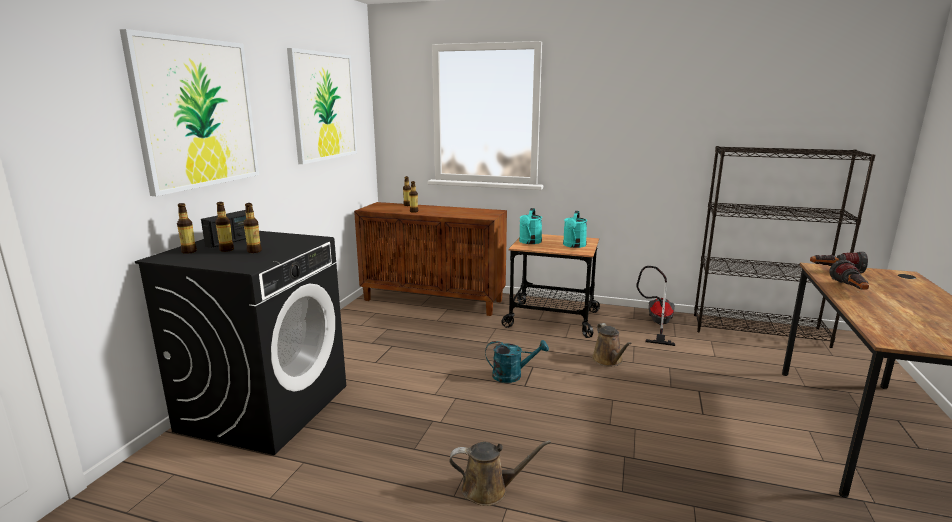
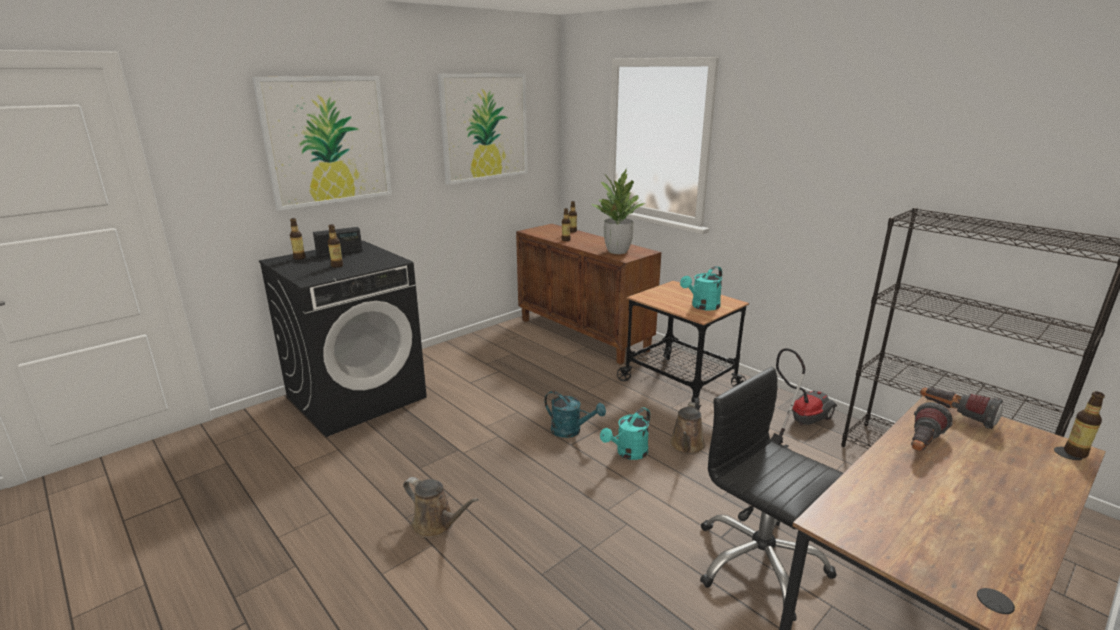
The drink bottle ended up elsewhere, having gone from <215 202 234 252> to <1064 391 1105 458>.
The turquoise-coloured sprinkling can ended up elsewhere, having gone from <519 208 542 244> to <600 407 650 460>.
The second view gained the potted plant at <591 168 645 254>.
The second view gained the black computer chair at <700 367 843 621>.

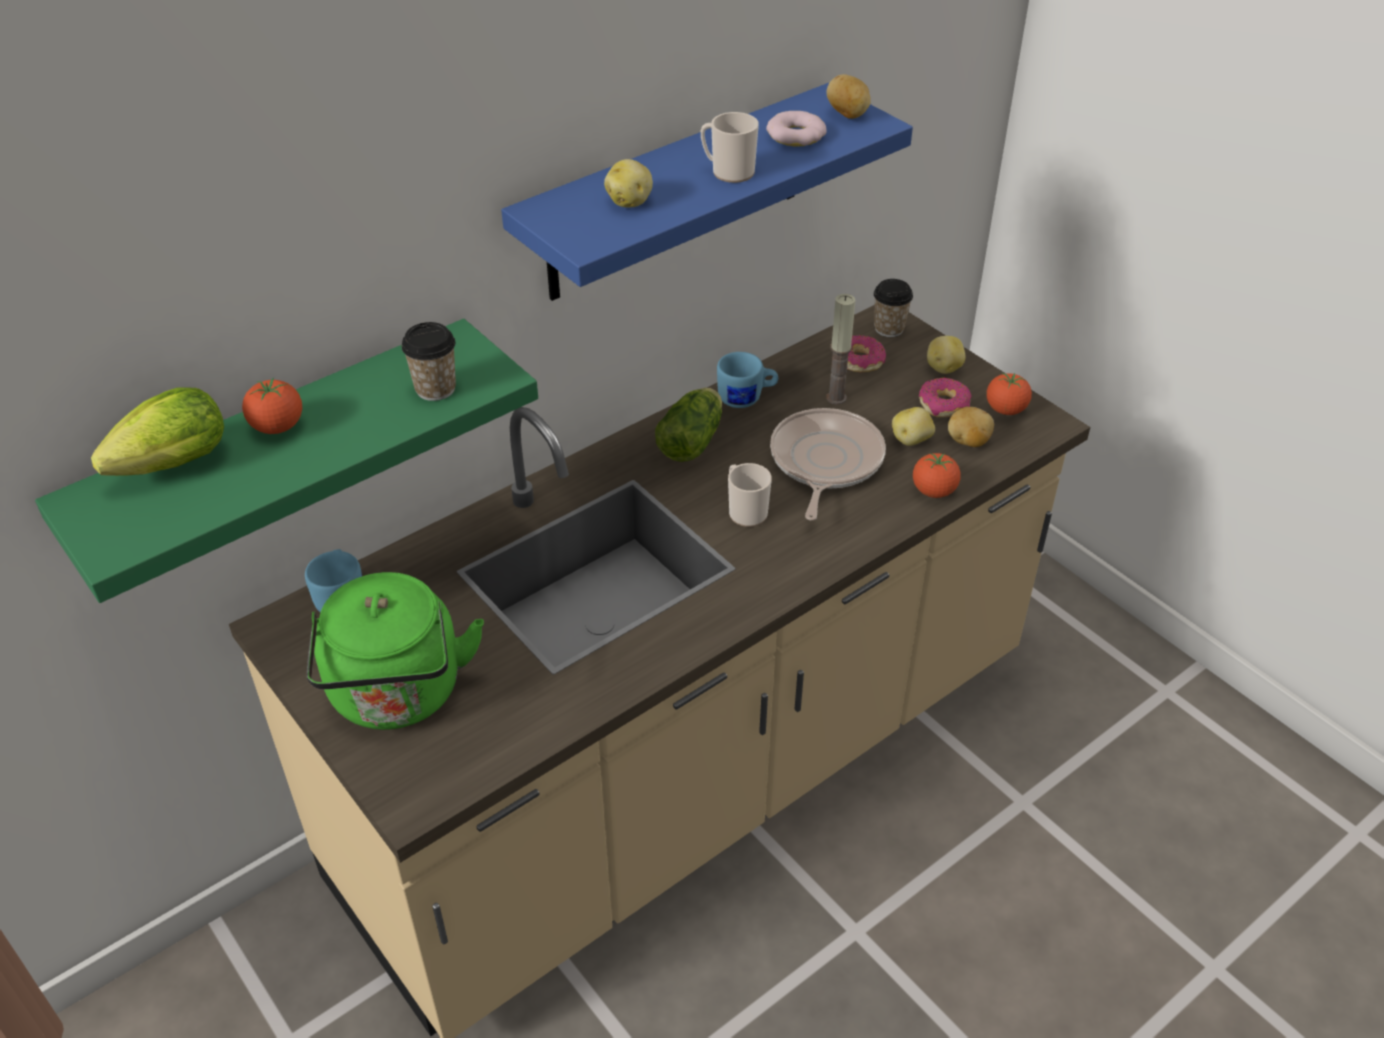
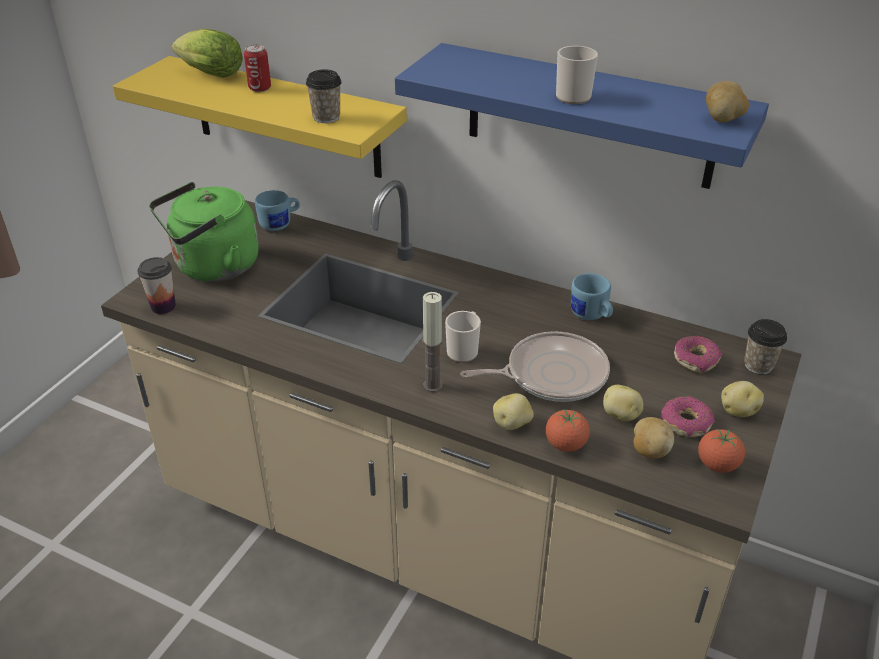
What was the green-coloured wall shelf at <35 319 538 603> turned into the yellow wall shelf at <113 56 407 178>.
Where the tomato stood at <242 378 302 434>, the sealed can came to stand at <244 44 271 92>.
The spud ended up elsewhere, having gone from <604 159 653 208> to <493 393 534 430>.
The second view lost the lettuce at <655 388 722 462>.
The second view lost the donut at <766 111 827 146>.
The wax candle ended up elsewhere, having gone from <826 294 856 405> to <422 292 443 392>.
The second view gained the cup at <137 257 176 314>.

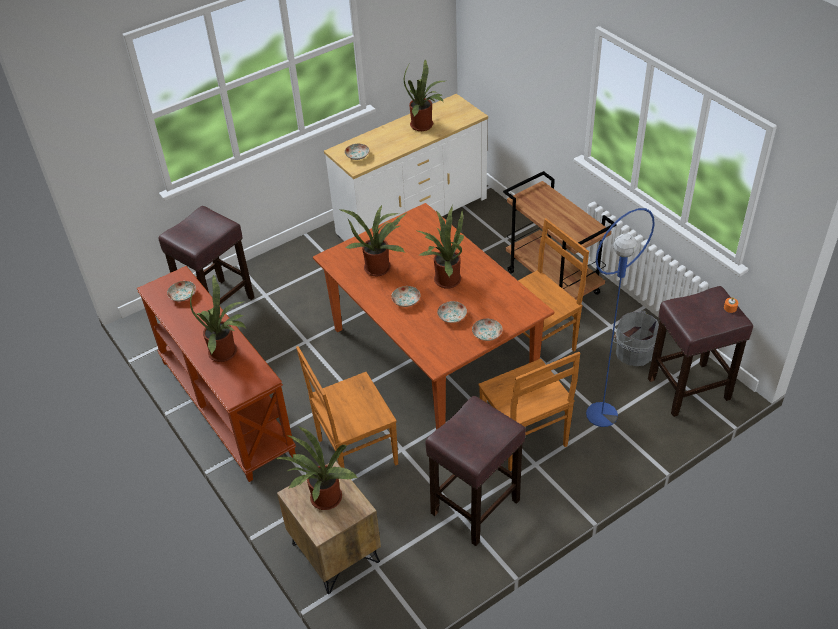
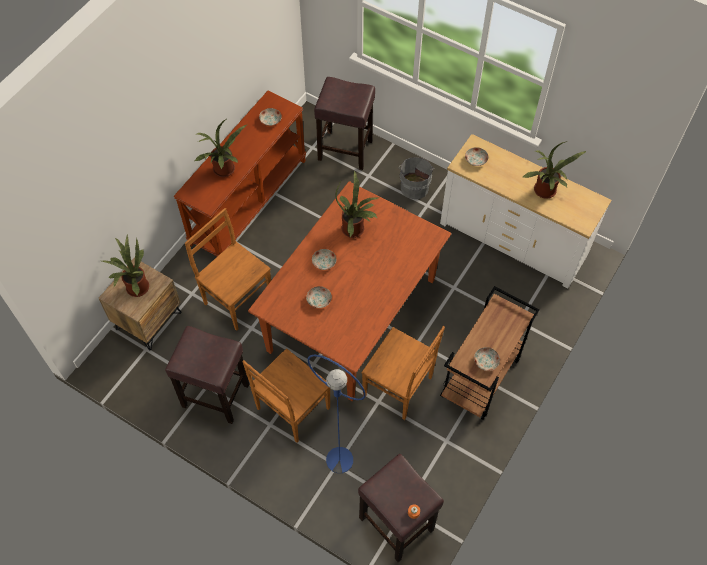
The second view lost the potted plant at <418 206 464 289>.
The plate ended up elsewhere, having gone from <472 319 503 341> to <474 347 500 371>.
The gray bucket ended up elsewhere, having gone from <613 311 659 366> to <399 157 434 199>.

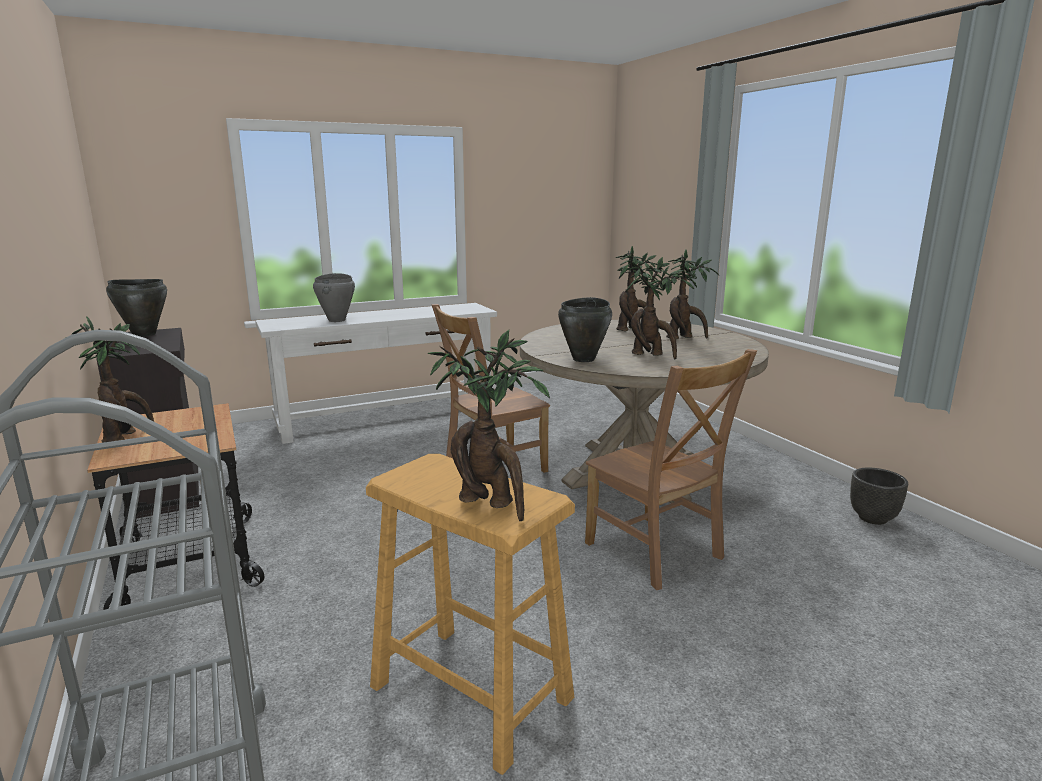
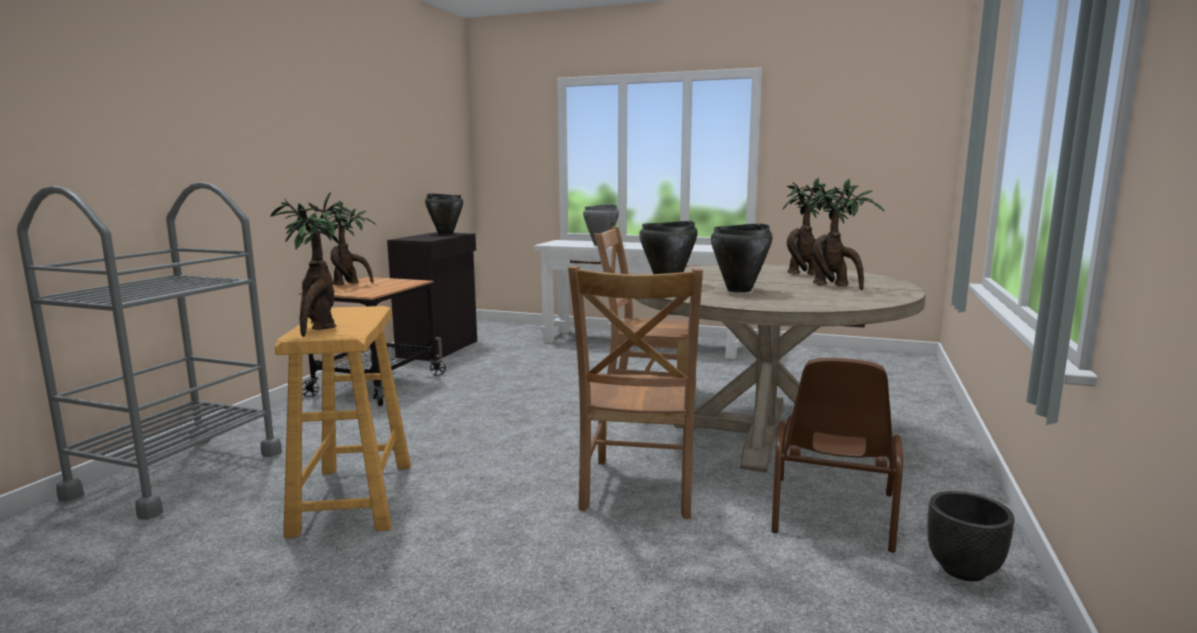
Where the potted plant stood at <626 257 694 359>, the black saucepot came to stand at <711 223 772 293>.
The second view gained the brown plain chair at <771 358 903 553>.

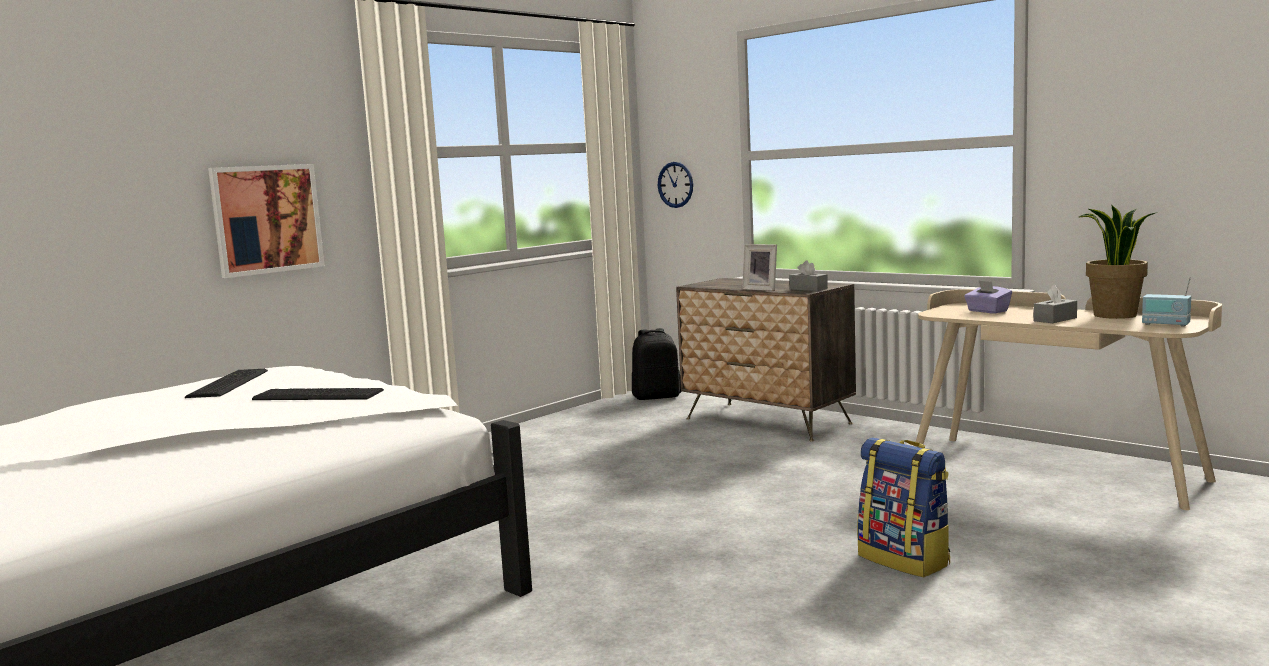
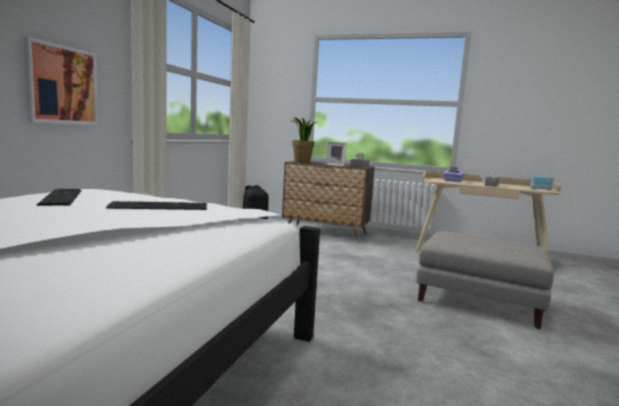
The second view lost the wall clock at <658 162 693 208>.
Where the rucksack stood at <857 437 950 577>, the gray ottoman came to stand at <416 231 554 329>.
The potted plant ended up elsewhere, having gone from <1079 204 1155 319> to <292 117 316 163>.

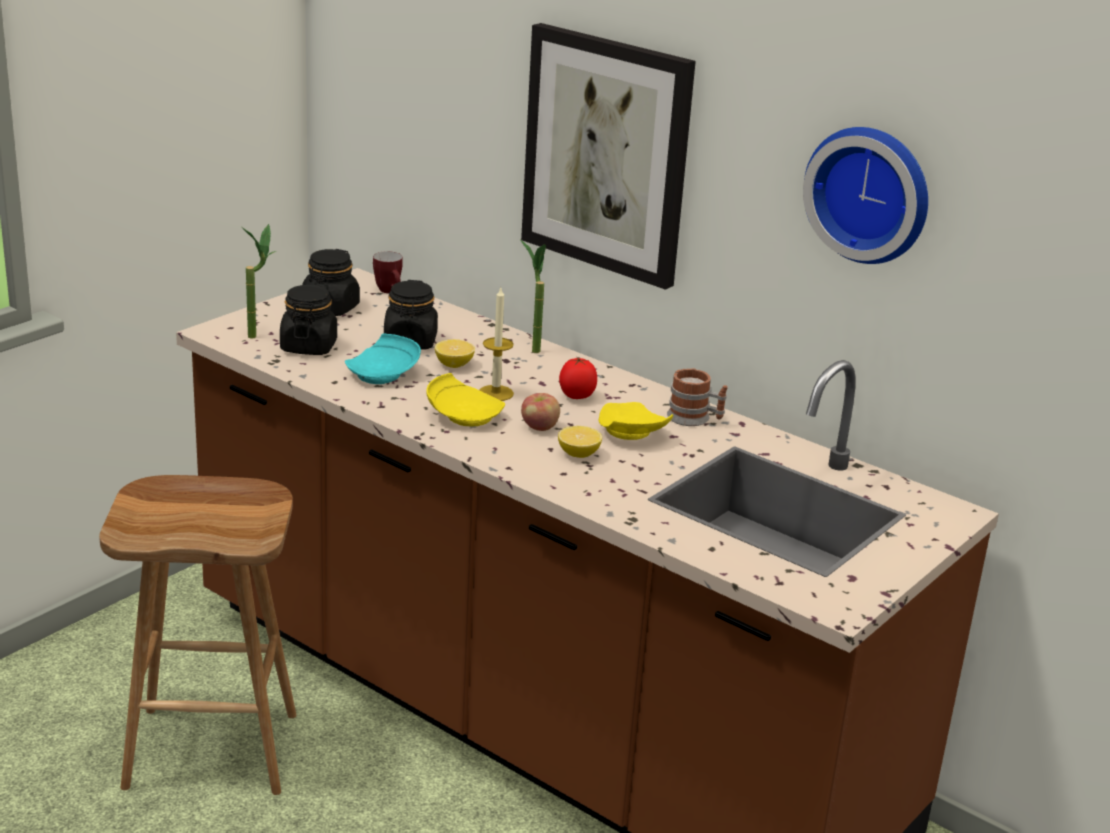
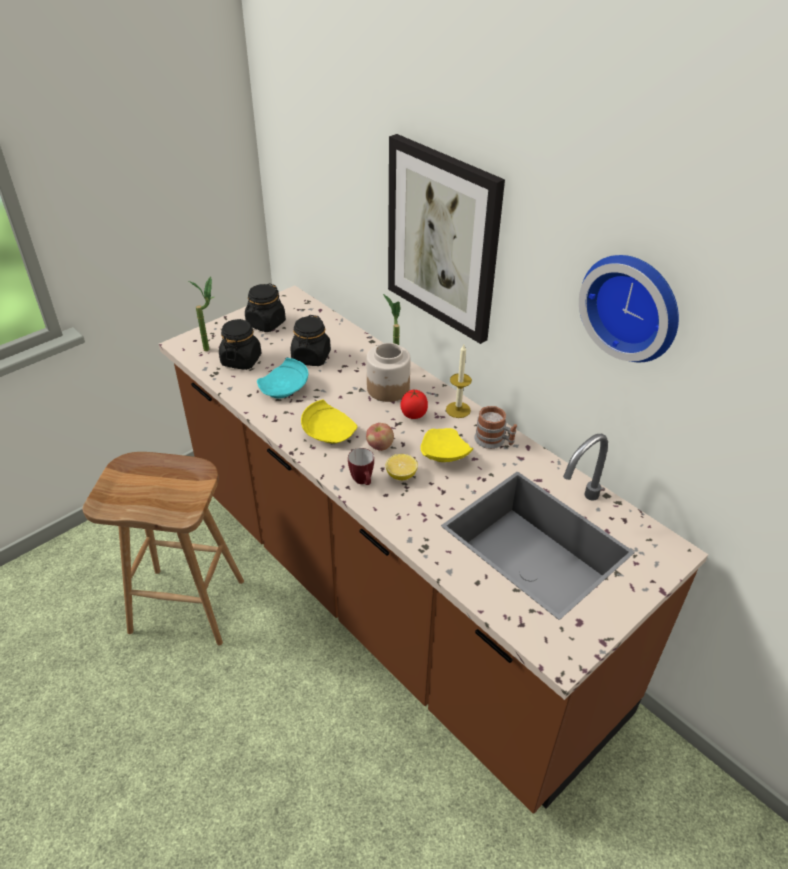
The coffee mug ended up elsewhere, having gone from <373 251 403 293> to <348 448 374 485>.
The second view lost the citrus fruit at <435 339 475 368>.
The wax candle ended up elsewhere, having gone from <479 288 514 401> to <446 345 472 418>.
The second view gained the preserve jar at <366 343 411 402>.

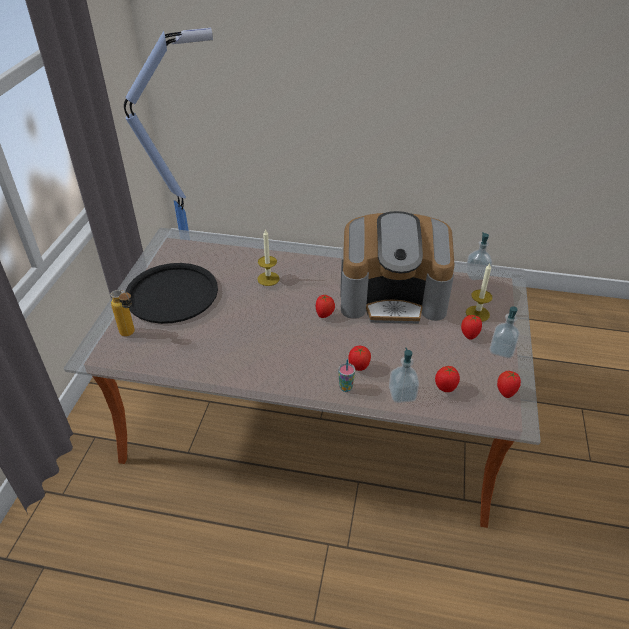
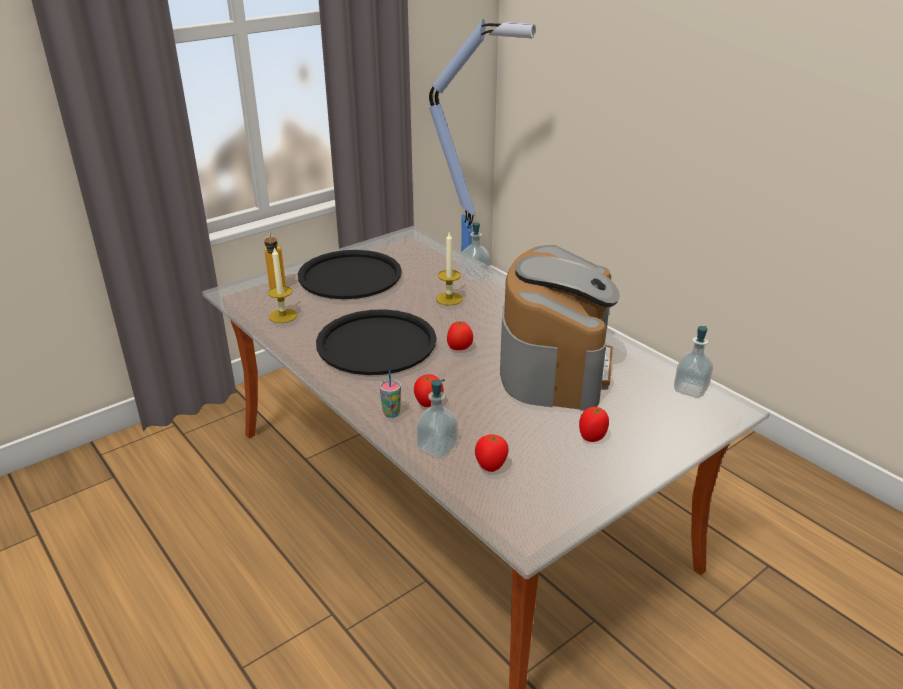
The coffee machine at <340 211 454 324> ended up facing another way, 120 degrees counterclockwise from before.
The wax candle ended up elsewhere, having gone from <466 263 492 322> to <268 247 297 323>.
The soap bottle ended up elsewhere, having gone from <489 306 520 358> to <461 222 490 281>.
The second view lost the tomato at <497 371 521 398>.
The second view gained the black tray at <316 309 436 375>.

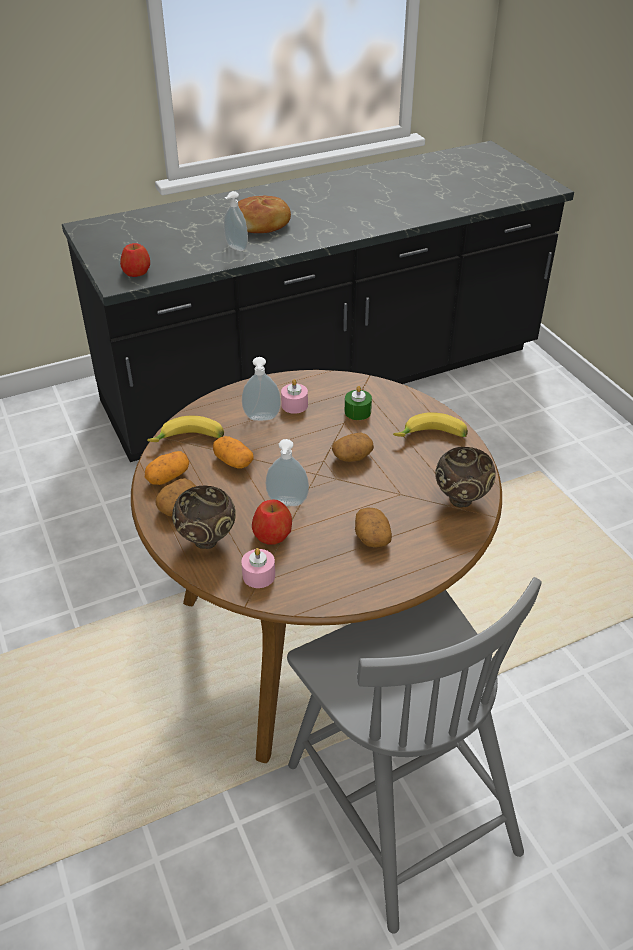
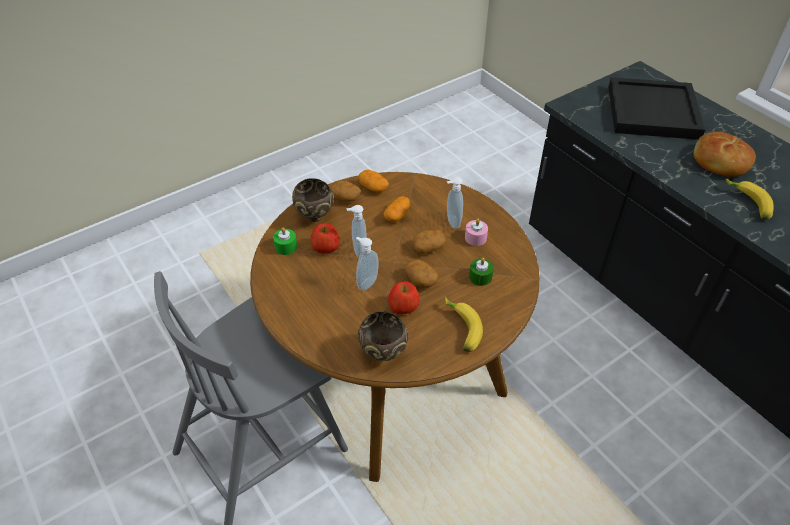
The apple ended up elsewhere, having gone from <120 243 150 277> to <388 281 420 314>.
The banana fruit ended up elsewhere, having gone from <147 416 224 442> to <726 178 774 220>.
The soap bottle ended up elsewhere, having gone from <224 191 248 251> to <356 237 379 291>.
What was the pink-coloured wax candle at <241 548 275 588> turned into the green-coloured wax candle at <273 227 297 255>.
The spud ended up elsewhere, having gone from <355 508 392 548> to <413 230 446 254>.
The second view gained the black tray at <608 77 705 140>.

